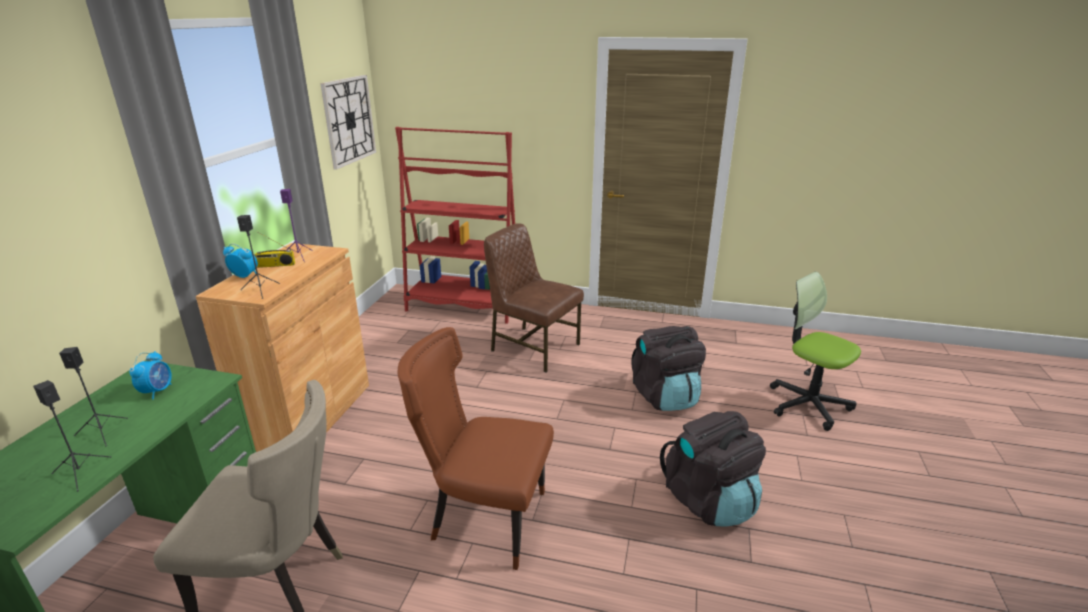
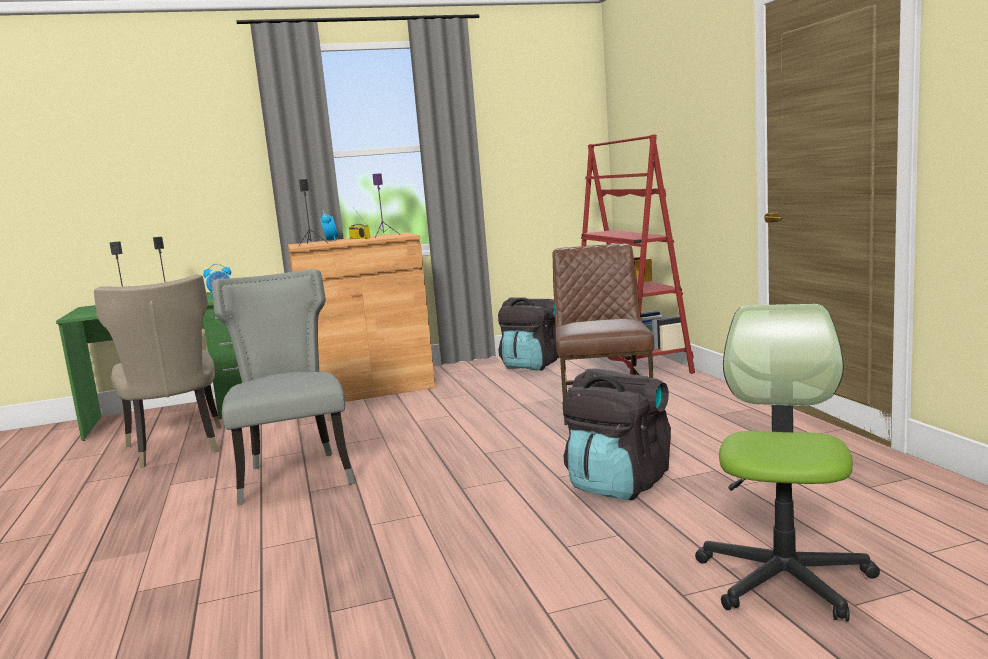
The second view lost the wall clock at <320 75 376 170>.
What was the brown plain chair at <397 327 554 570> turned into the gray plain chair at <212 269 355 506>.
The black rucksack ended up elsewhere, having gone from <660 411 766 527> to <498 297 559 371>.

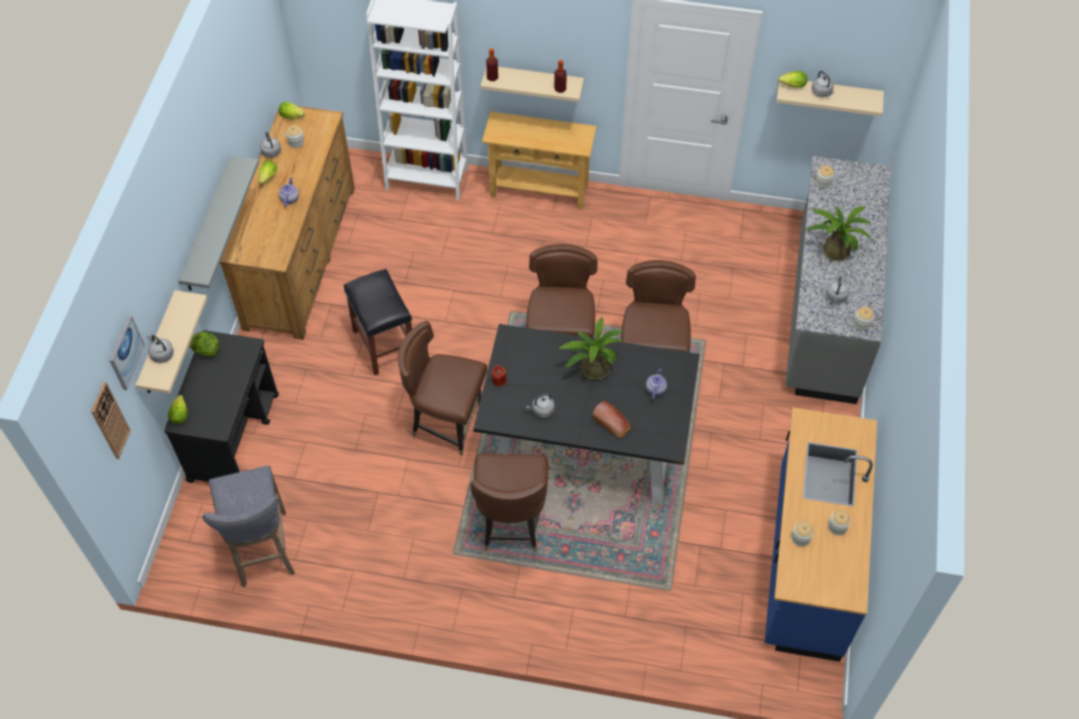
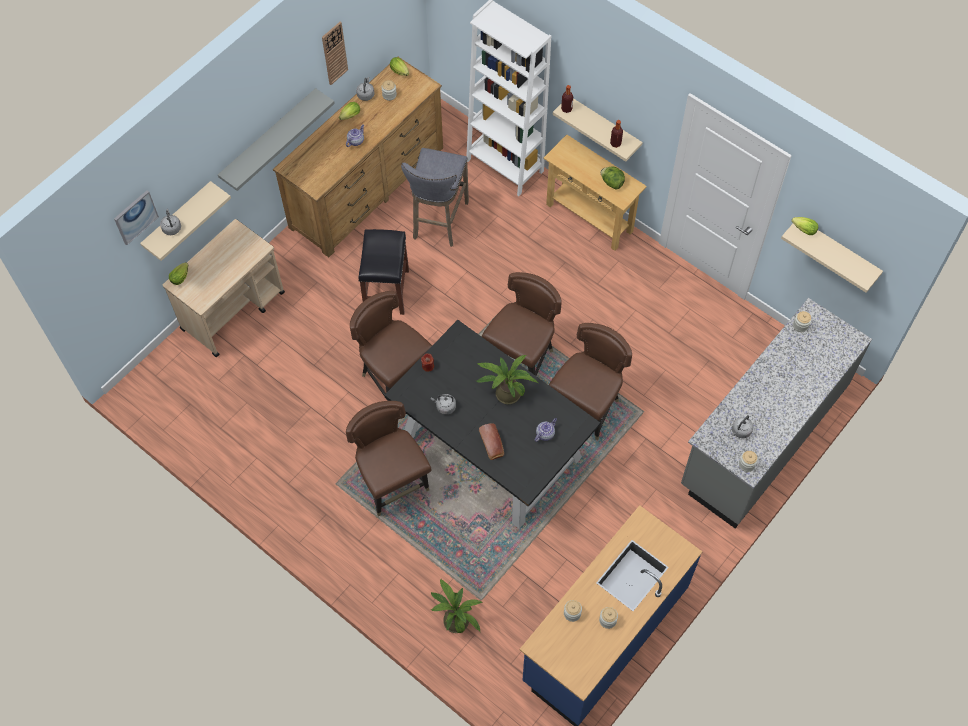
The wall clock ended up elsewhere, having gone from <91 382 131 459> to <322 22 348 85>.
What was the black trolley at <164 330 279 483> turned into the sand-coloured trolley at <163 219 285 357>.
The lettuce ended up elsewhere, having gone from <189 332 219 356> to <600 166 625 190>.
The gray stool ended up elsewhere, having gone from <202 466 295 587> to <401 148 469 247>.
The brown plain chair at <471 454 548 552> ended up facing another way, 120 degrees clockwise from before.
The potted plant ended up elsewhere, having gone from <807 207 873 261> to <431 579 482 633>.
The second view lost the gray kettle at <812 71 834 97>.

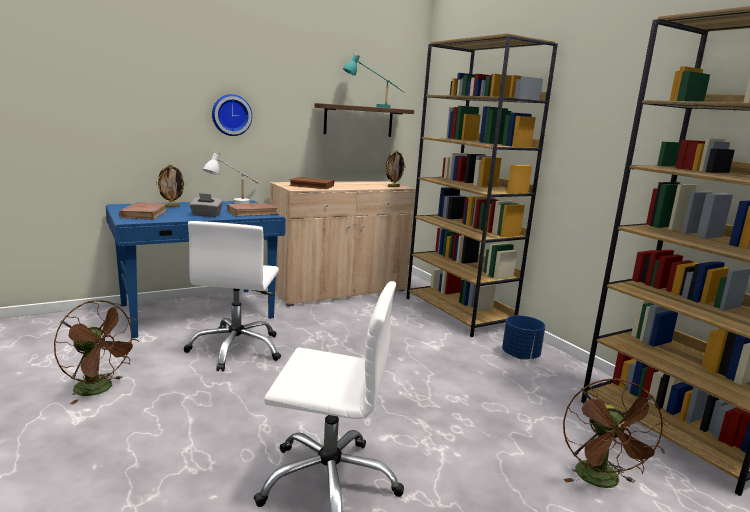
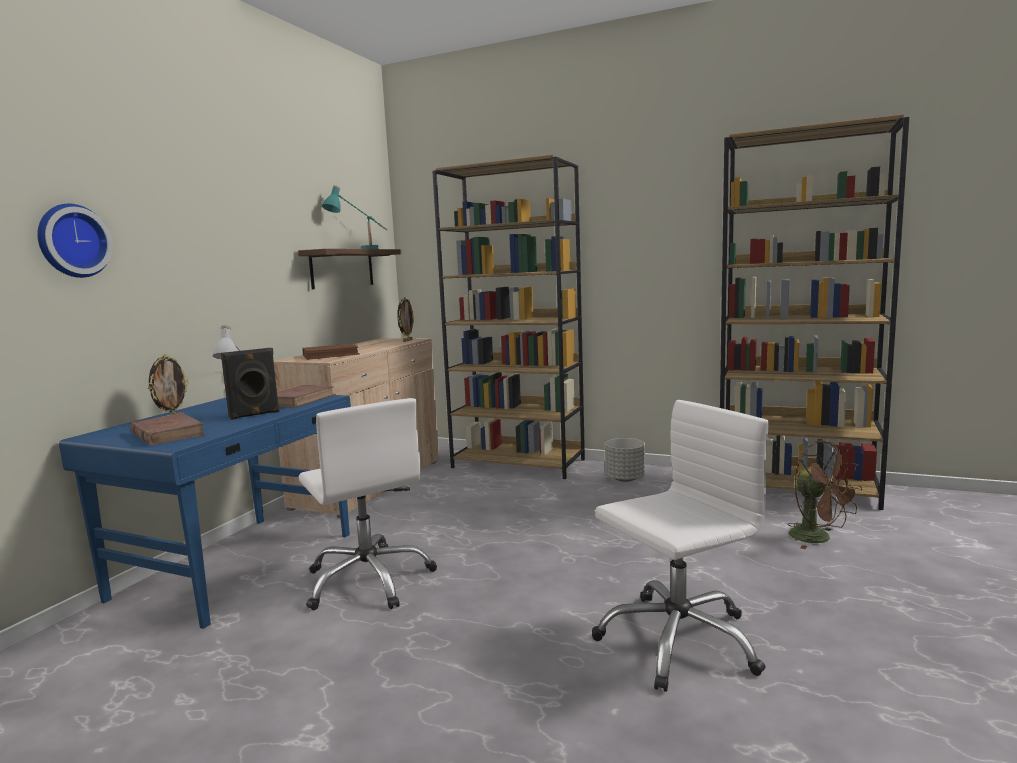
The second view lost the brown cooling fan at <54 300 139 405>.
Where the gray tissue holder stood at <189 193 223 217>, the black audio speaker came to stand at <221 348 280 420>.
The wall clock ended up elsewhere, having gone from <212 94 252 136> to <37 204 113 278>.
What was the blue flower pot at <502 315 545 360> turned into the gray flower pot at <605 438 645 482>.

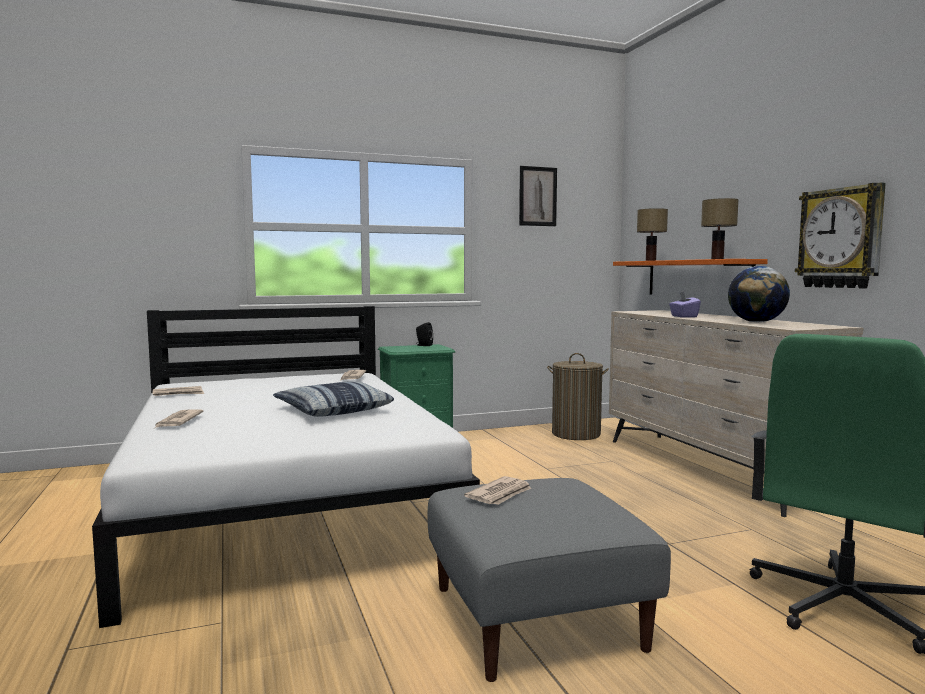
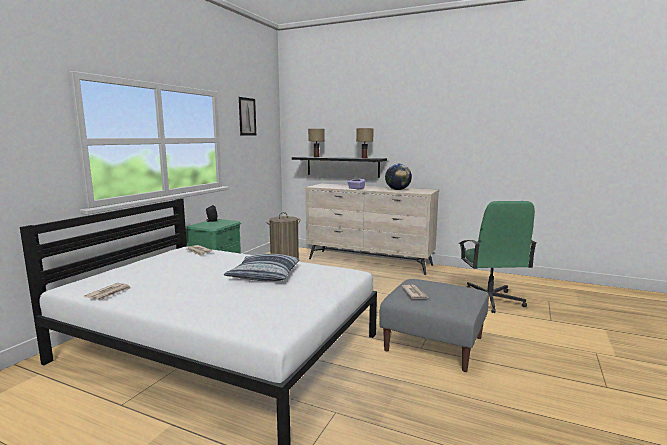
The second view lost the daily paper at <155 409 204 428>.
What was the orange wall shelf at <613 259 768 294> turned into the black wall shelf at <292 156 387 178>.
The second view lost the wall clock at <795 182 886 289>.

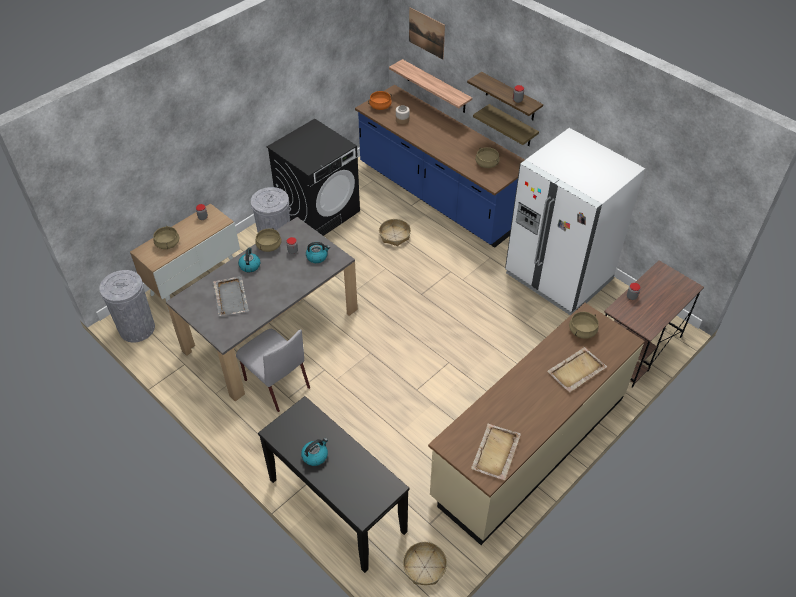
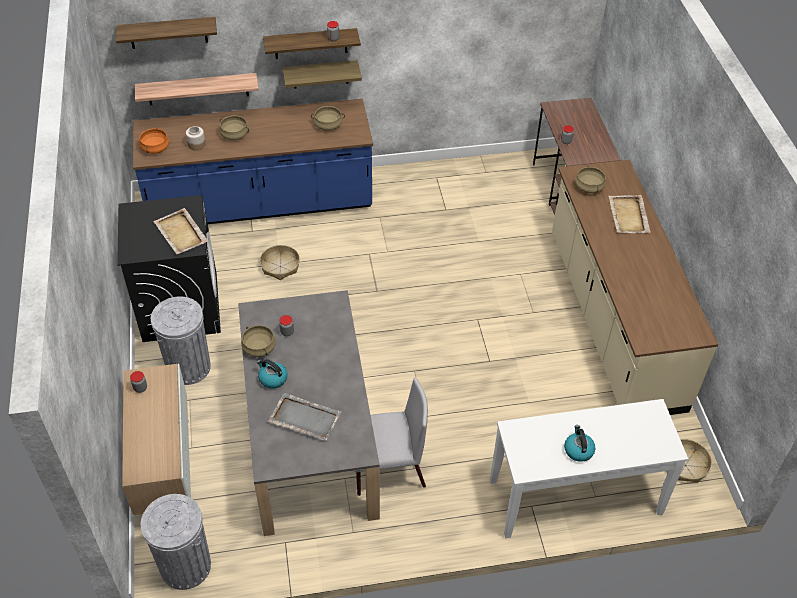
The sand-coloured saucepot ended up elsewhere, having gone from <153 226 180 249> to <219 115 249 140>.
What was the black console table at <258 396 410 573> turned into the whitish console table at <490 399 688 538>.
The second view lost the kettle at <306 242 330 263>.
Where the picture hung at <409 7 445 59>, the wall shelf came to hang at <116 17 217 49>.
The sand-coloured tray ended up elsewhere, having gone from <471 423 521 480> to <153 208 208 254>.
The second view lost the whitish kitchen fridge at <505 128 645 315>.

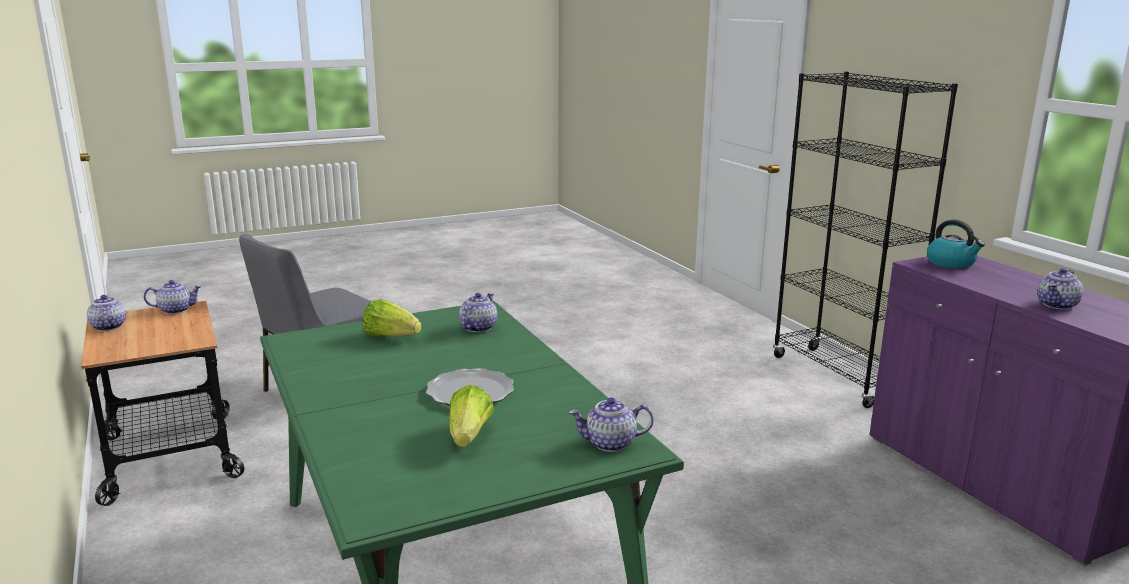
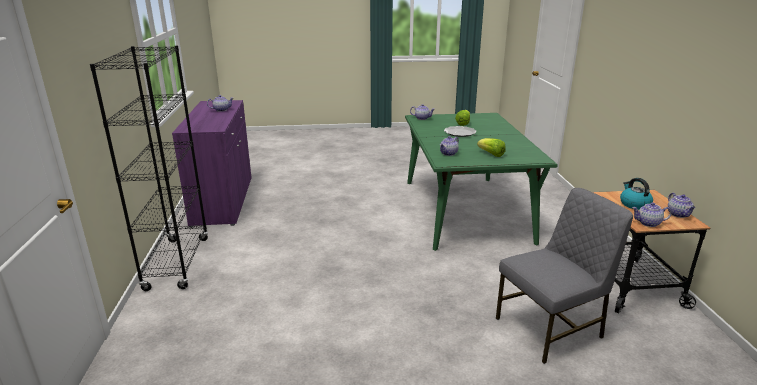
The kettle ended up elsewhere, having gone from <927 219 985 269> to <620 178 653 210>.

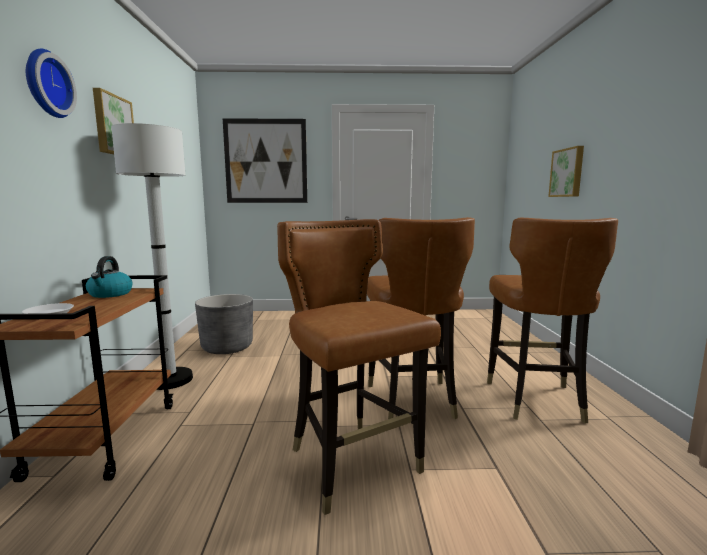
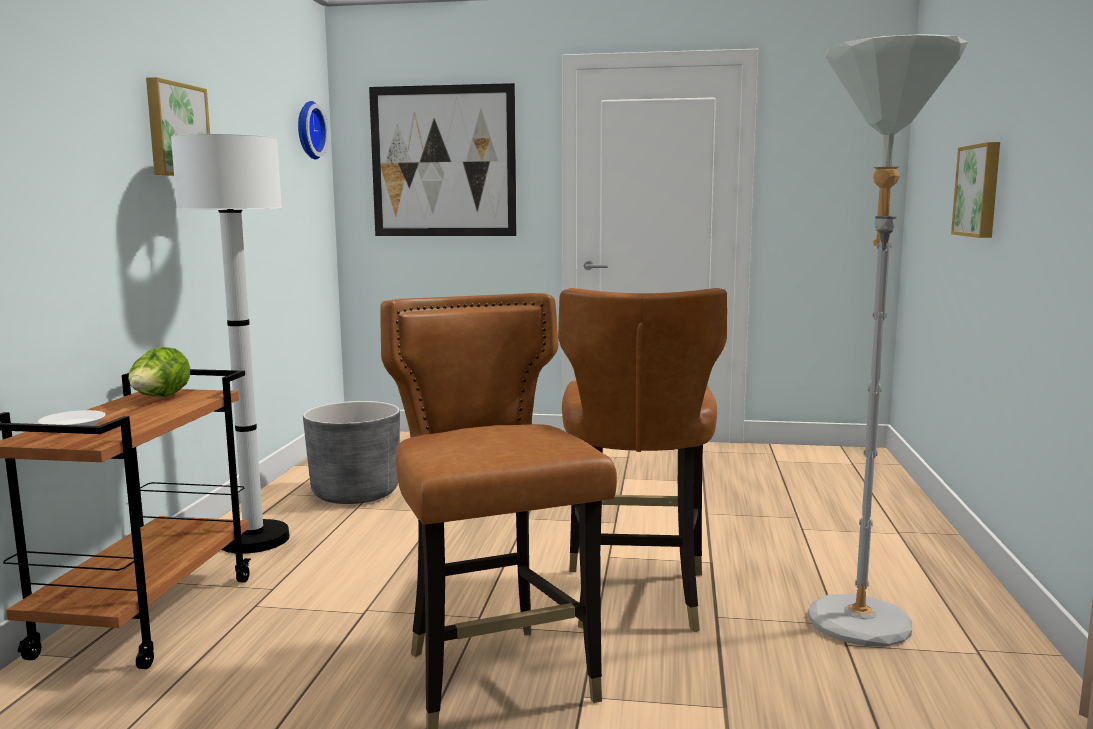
The wall clock ended up elsewhere, having gone from <26 49 77 118> to <298 101 328 159>.
Where the kettle stood at <86 256 133 298>, the lettuce came to stand at <128 347 190 397>.
Where the brown plain chair stood at <487 217 618 424>, the gray standing lamp came to stand at <808 34 968 647>.

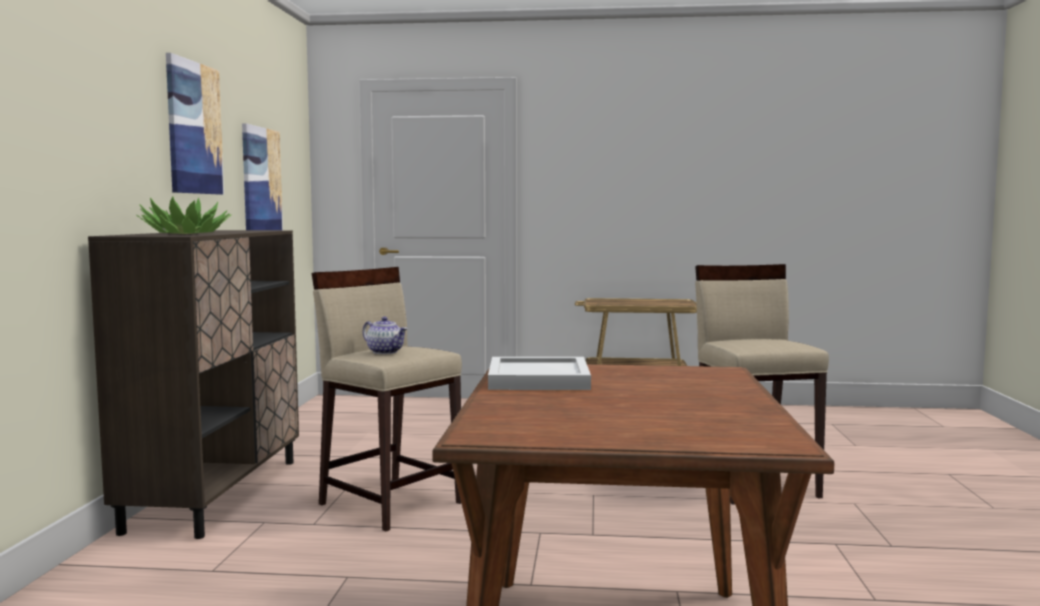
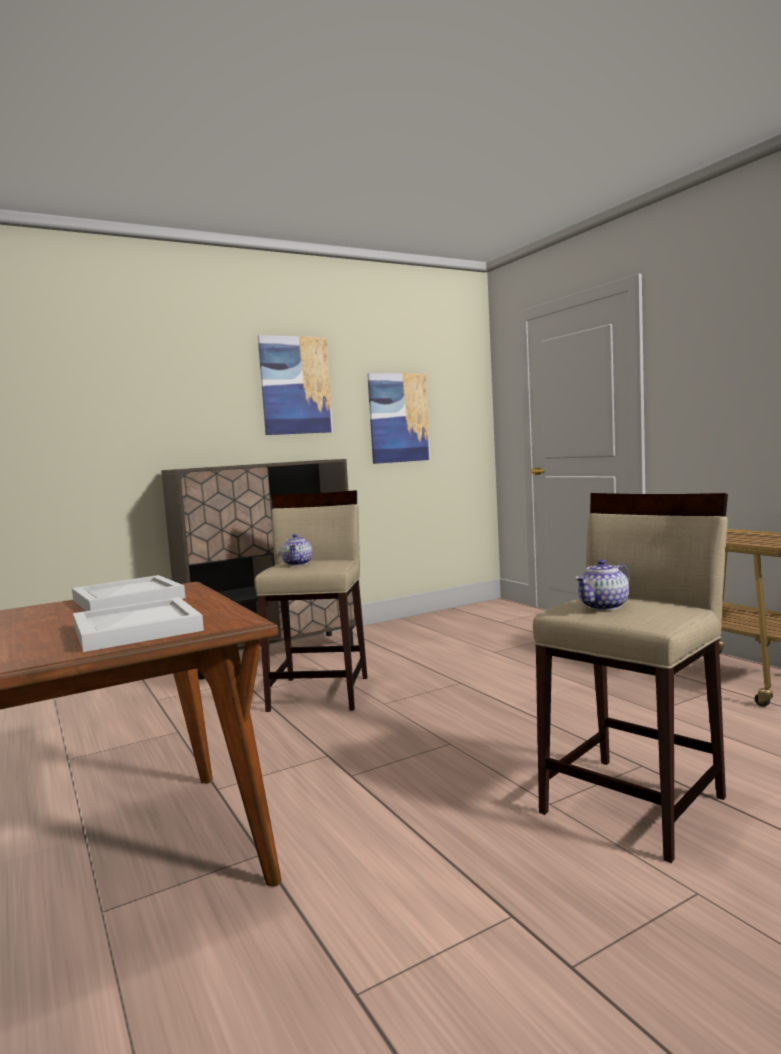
The second view lost the potted plant at <136 196 231 234>.
The second view gained the whitish tray at <73 597 204 652>.
The second view gained the teapot at <575 559 629 610>.

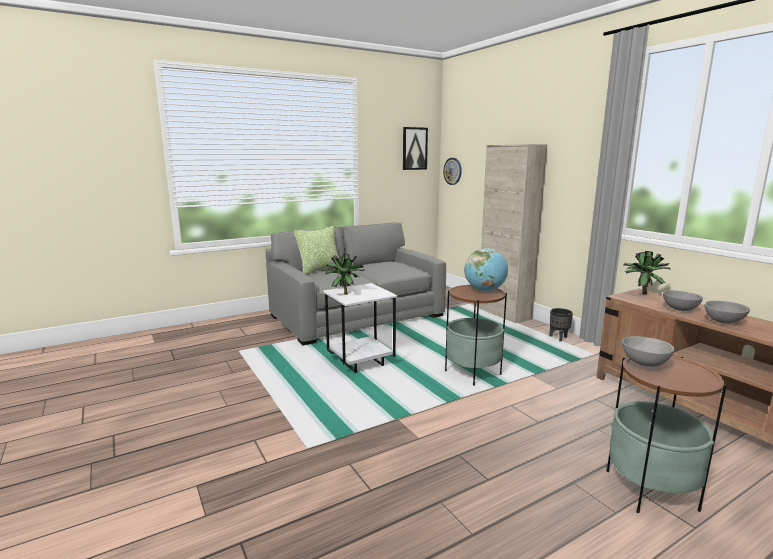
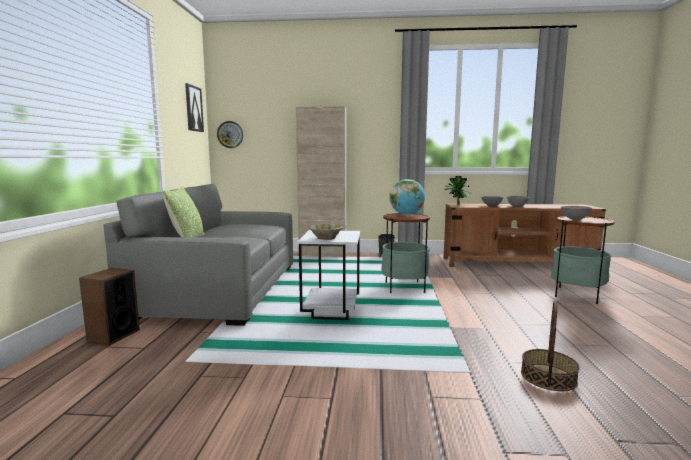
Where the potted plant stood at <325 253 365 295>, the sand-coloured bowl came to stand at <309 224 343 240>.
The second view gained the audio speaker at <79 268 140 346>.
The second view gained the basket at <521 300 579 391>.

